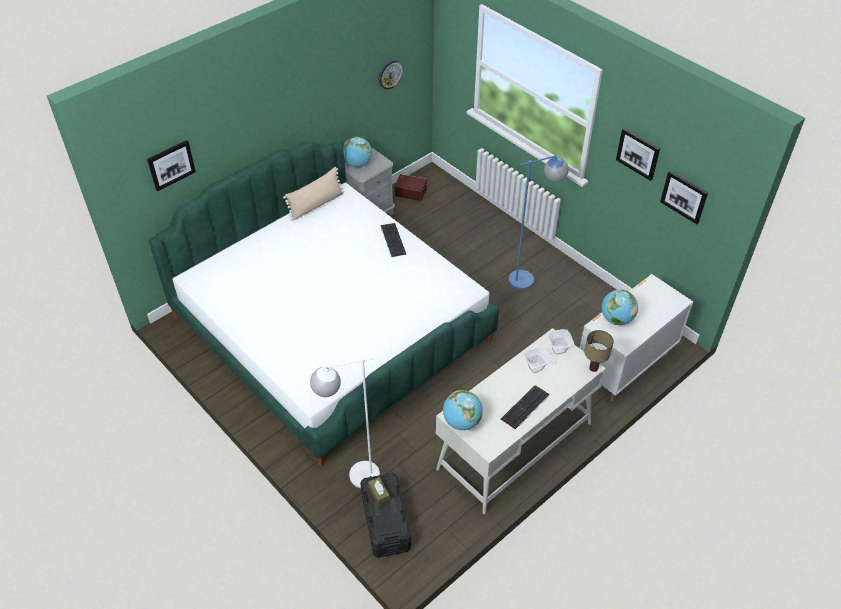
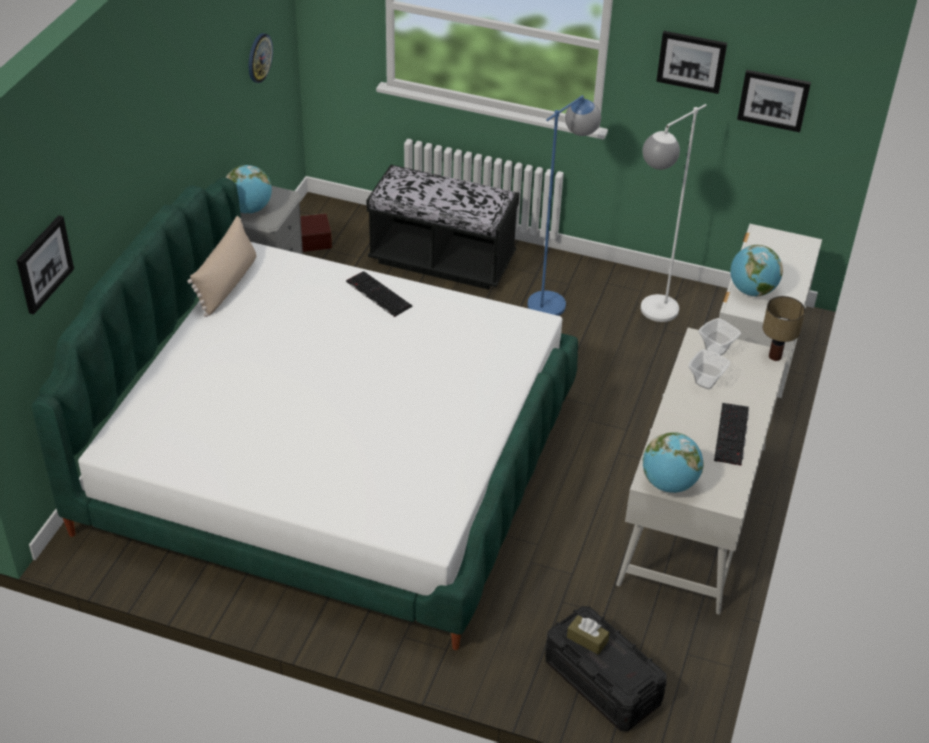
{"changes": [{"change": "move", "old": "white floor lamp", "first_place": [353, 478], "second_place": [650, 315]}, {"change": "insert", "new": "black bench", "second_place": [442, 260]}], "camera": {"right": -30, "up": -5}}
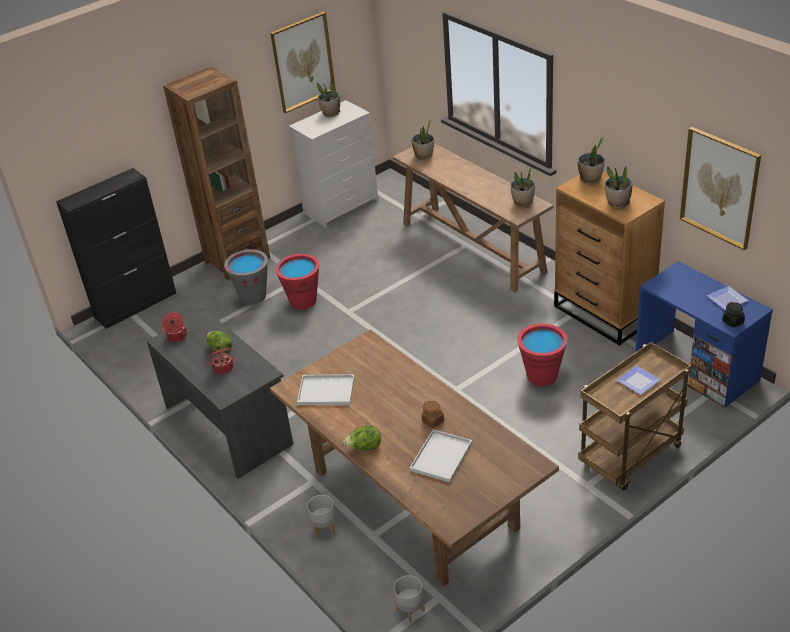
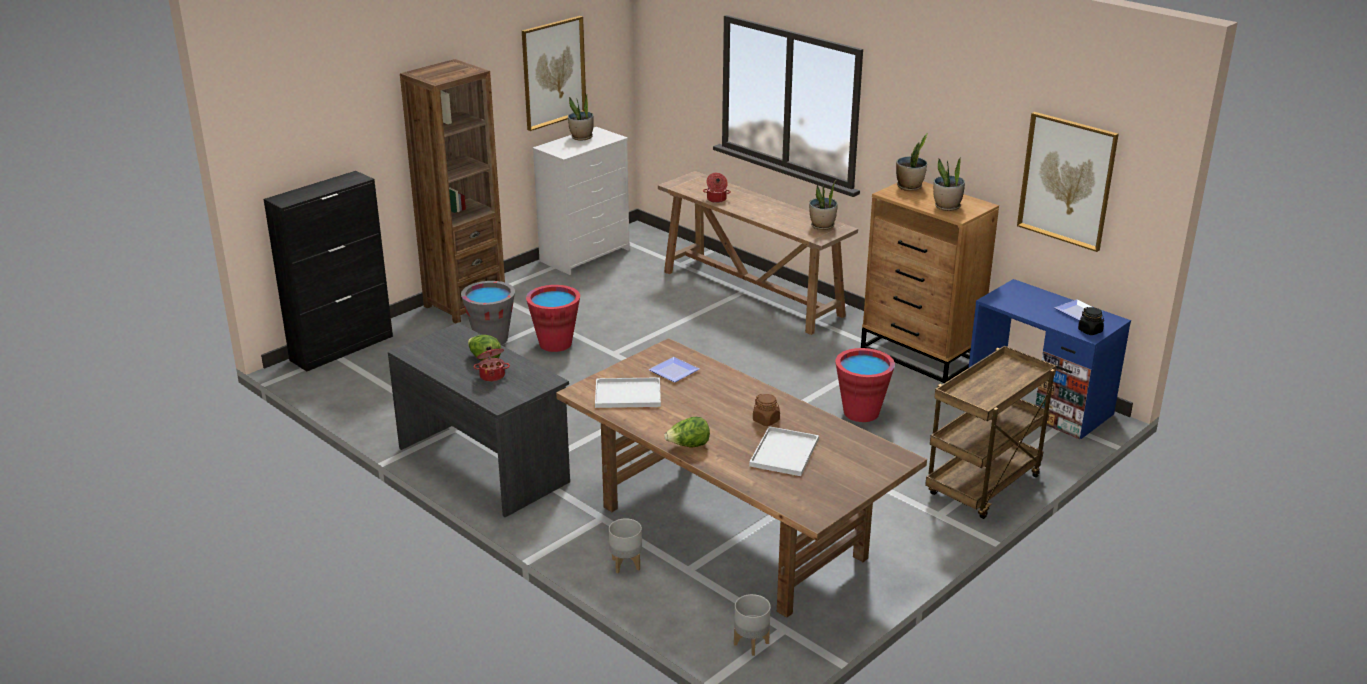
{"changes": [{"change": "move", "old": "cooking pot", "first_place": [177, 336], "second_place": [716, 199]}, {"change": "delete", "old": "potted plant", "first_place": [424, 156]}, {"change": "move", "old": "plate", "first_place": [638, 380], "second_place": [674, 370]}], "camera": {"right": -10, "up": -10}}
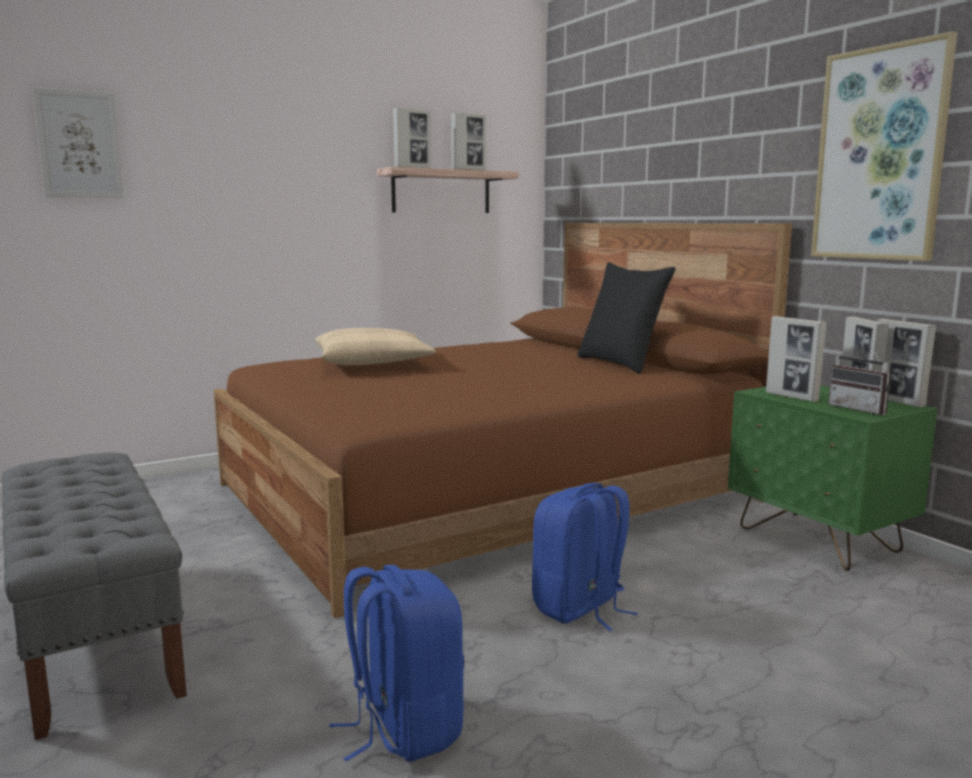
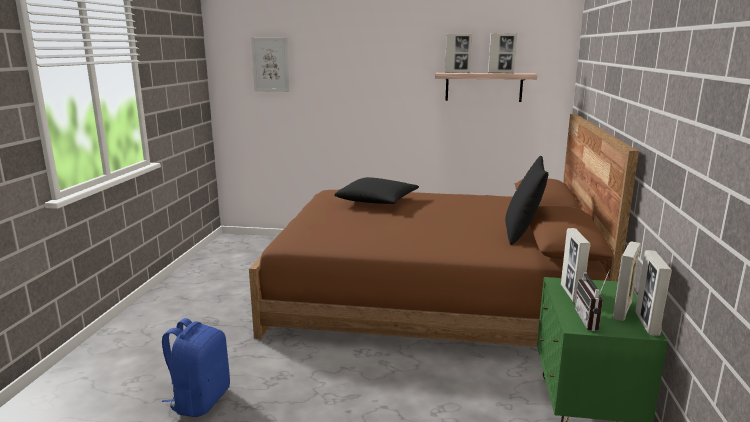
{"changes": [{"change": "delete", "old": "grey bench", "first_place": [93, 634]}, {"change": "recolor", "old": "beige pillow", "new": "black pillow", "first_place": [373, 362], "second_place": [377, 200]}, {"change": "delete", "old": "blue backpack", "first_place": [580, 608]}, {"change": "delete", "old": "picture", "first_place": [880, 154]}], "camera": {"right": 40, "up": 5}}
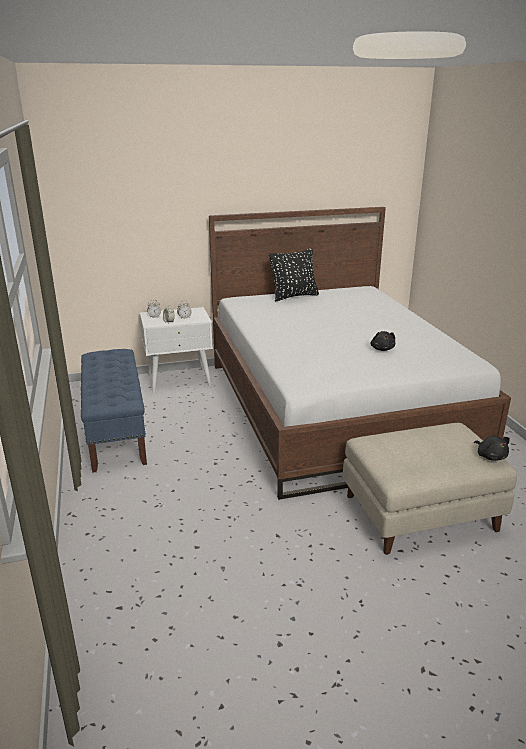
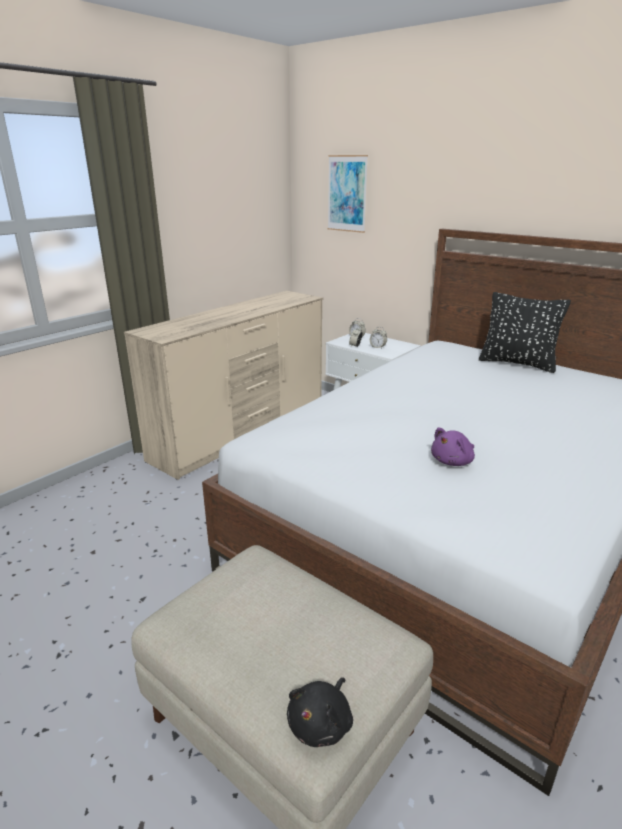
{"changes": [{"change": "replace", "old": "blue bench", "new": "beige dresser", "first_place": [116, 432], "second_place": [243, 432]}, {"change": "recolor", "old": "black plush toy", "new": "purple plush toy", "first_place": [382, 349], "second_place": [453, 461]}, {"change": "insert", "new": "picture", "second_place": [347, 194]}], "camera": {"right": 55, "up": 0}}
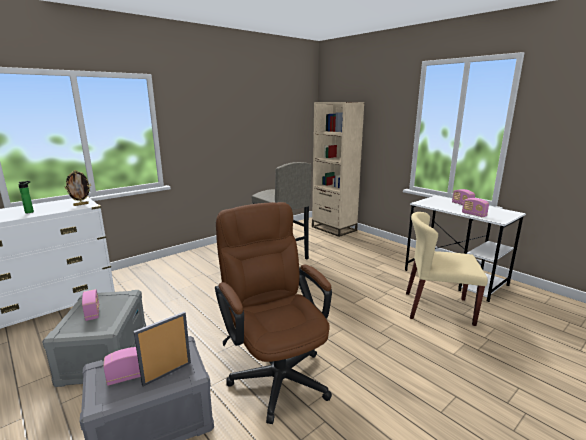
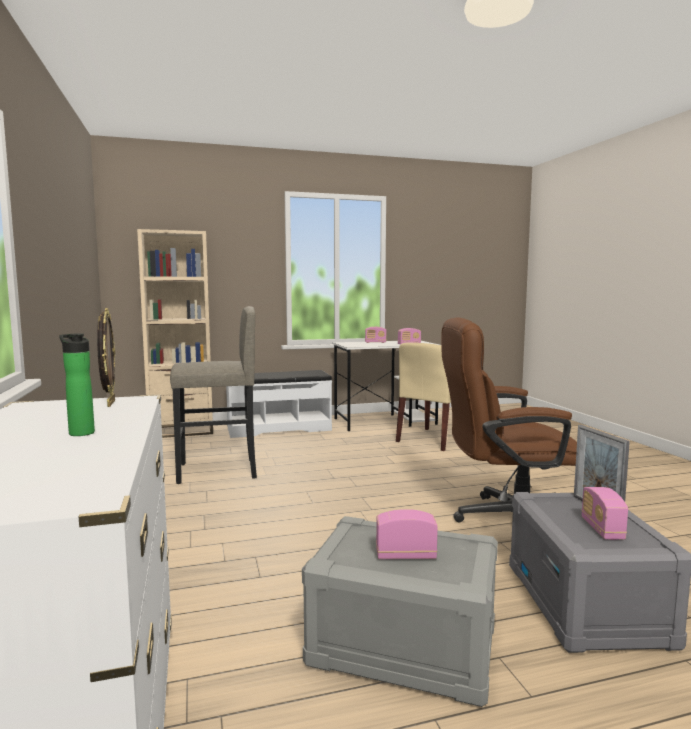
{"changes": [{"change": "insert", "new": "white bench", "second_place": [278, 428]}], "camera": {"right": -65, "up": -10}}
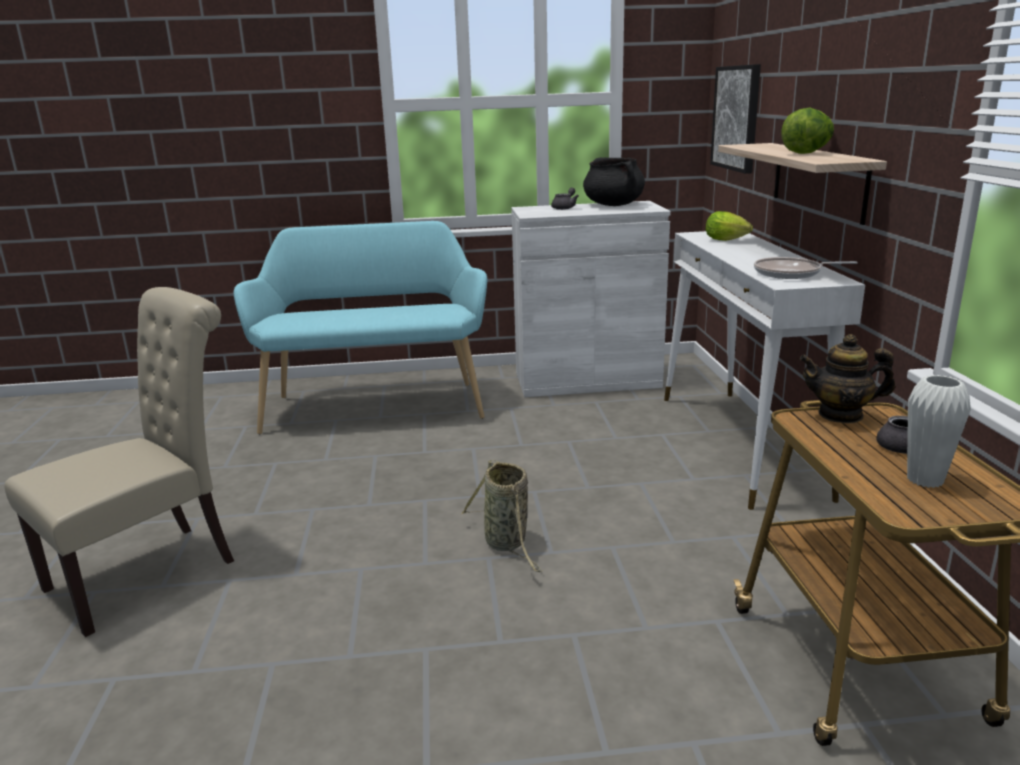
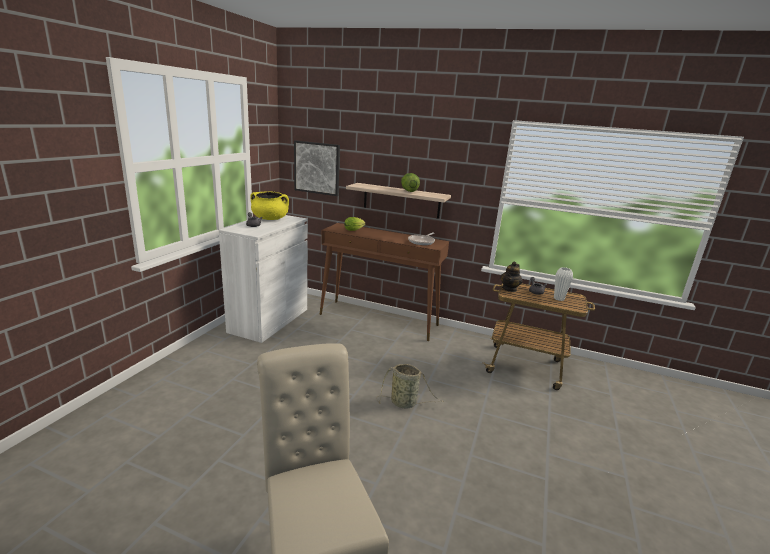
{"changes": [{"change": "delete", "old": "turquoise bench", "first_place": [375, 404]}, {"change": "recolor", "old": "black cooking pot", "new": "yellow cooking pot", "first_place": [614, 205], "second_place": [270, 219]}, {"change": "recolor", "old": "white console table", "new": "brown console table", "first_place": [739, 444], "second_place": [379, 320]}], "camera": {"right": -65, "up": 0}}
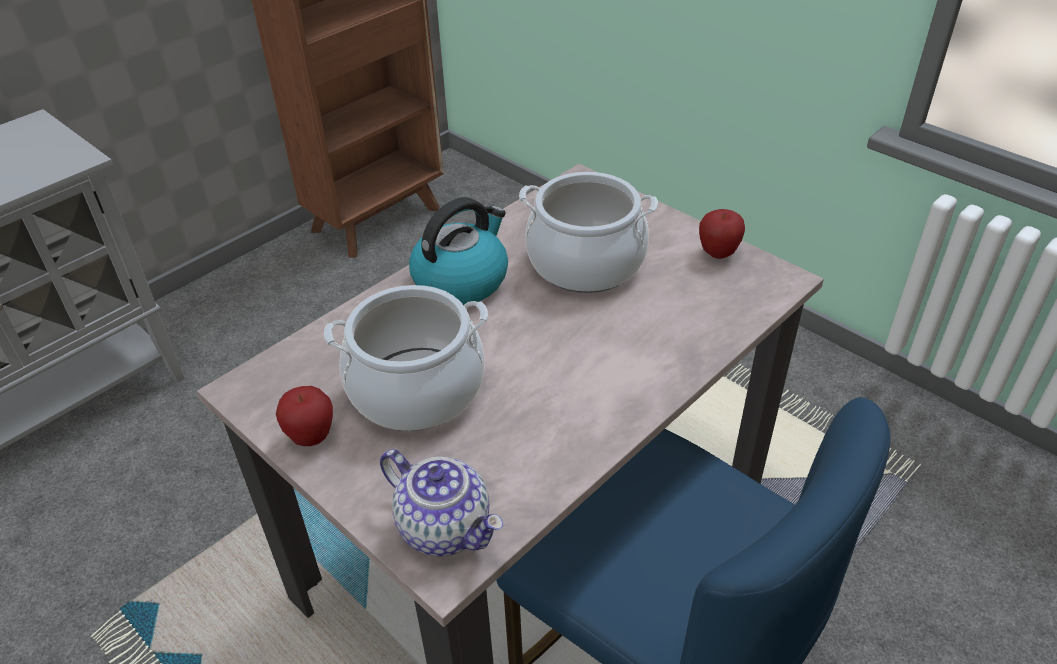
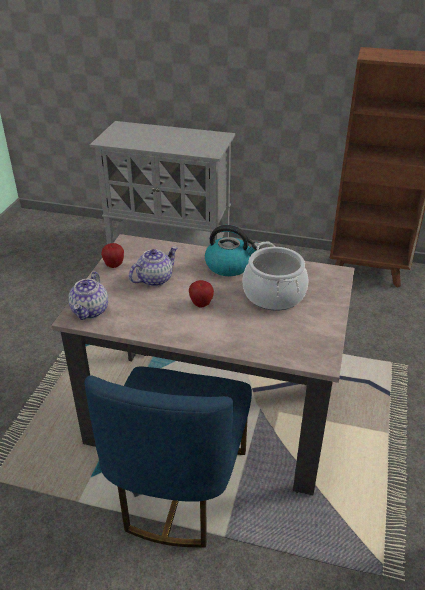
{"changes": [{"change": "replace", "old": "cooking pot", "new": "teapot", "first_place": [417, 389], "second_place": [155, 279]}, {"change": "move", "old": "apple", "first_place": [718, 253], "second_place": [201, 304]}], "camera": {"right": 60, "up": -5}}
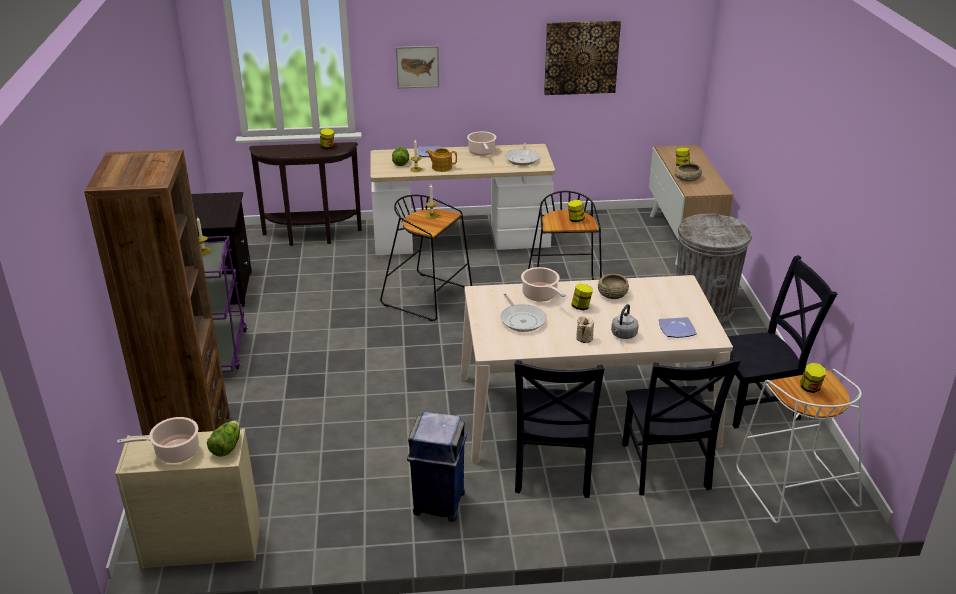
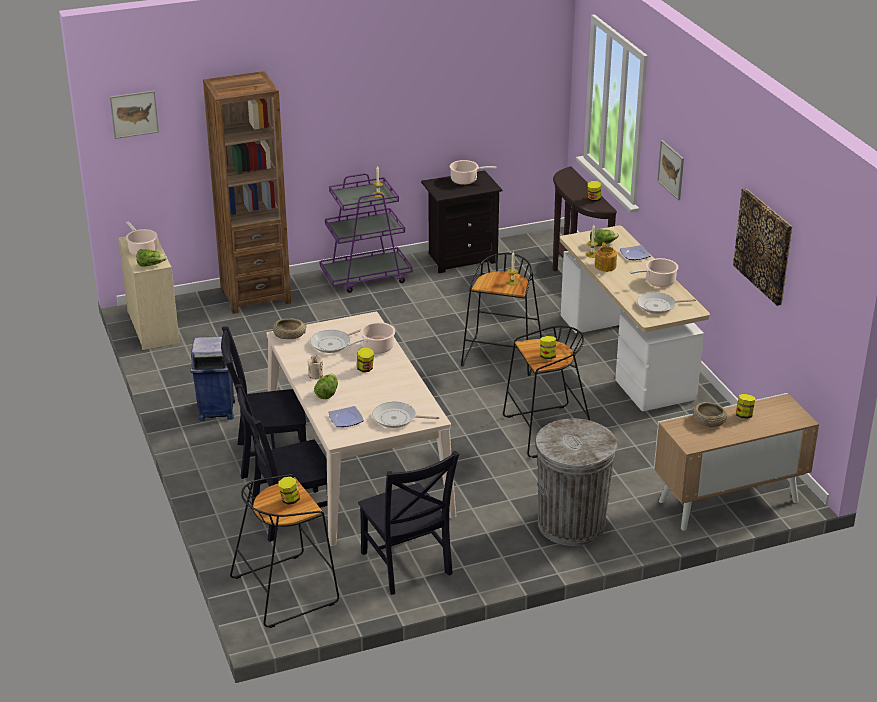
{"changes": [{"change": "move", "old": "beige bowl", "first_place": [612, 293], "second_place": [289, 335]}, {"change": "replace", "old": "grey kettle", "new": "lettuce", "first_place": [623, 335], "second_place": [327, 393]}, {"change": "recolor", "old": "white stool", "new": "black stool", "first_place": [793, 487], "second_place": [286, 589]}, {"change": "insert", "new": "picture", "second_place": [134, 114]}, {"change": "insert", "new": "frying pan", "second_place": [397, 418]}, {"change": "insert", "new": "cooking pot", "second_place": [466, 180]}], "camera": {"right": 75, "up": 0}}
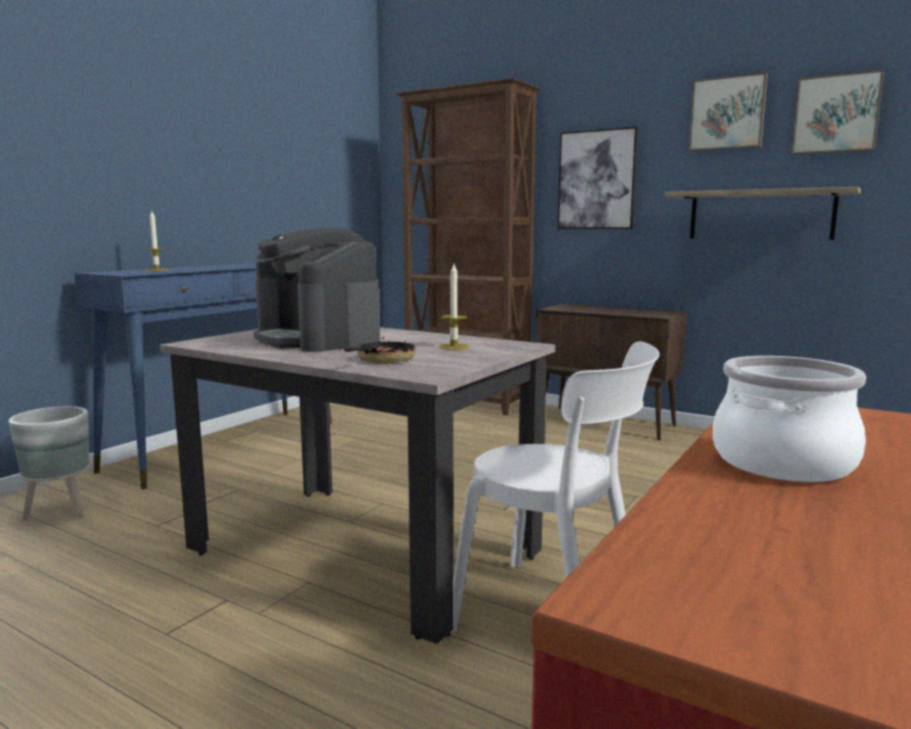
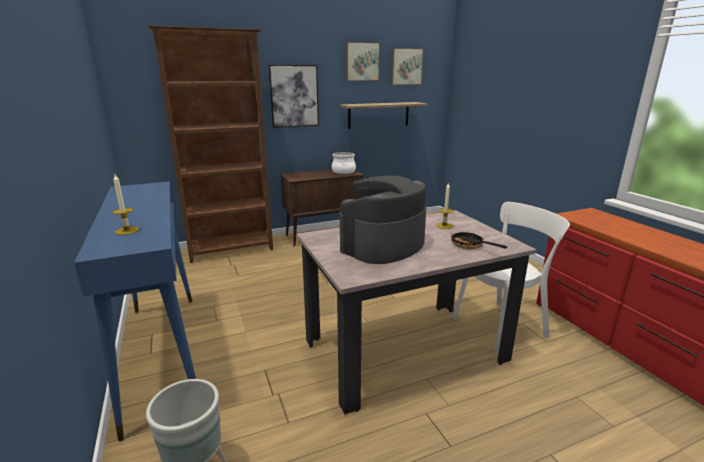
{"changes": [{"change": "rotate", "old": "coffee machine", "first_place": [318, 339], "second_place": [383, 245], "degrees": 135}, {"change": "move", "old": "cooking pot", "first_place": [784, 463], "second_place": [344, 171]}], "camera": {"right": -55, "up": 10}}
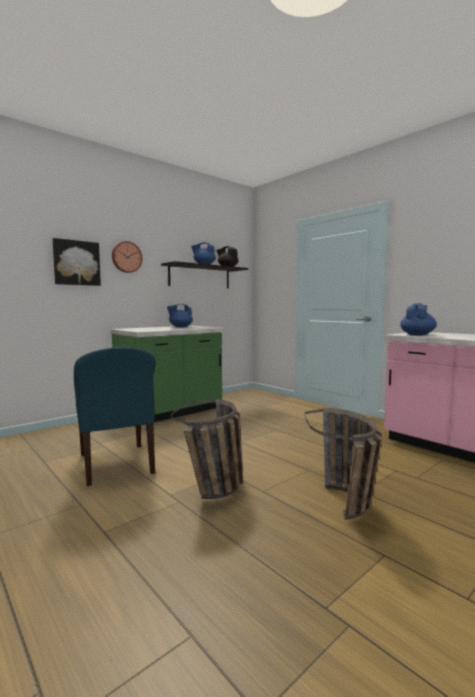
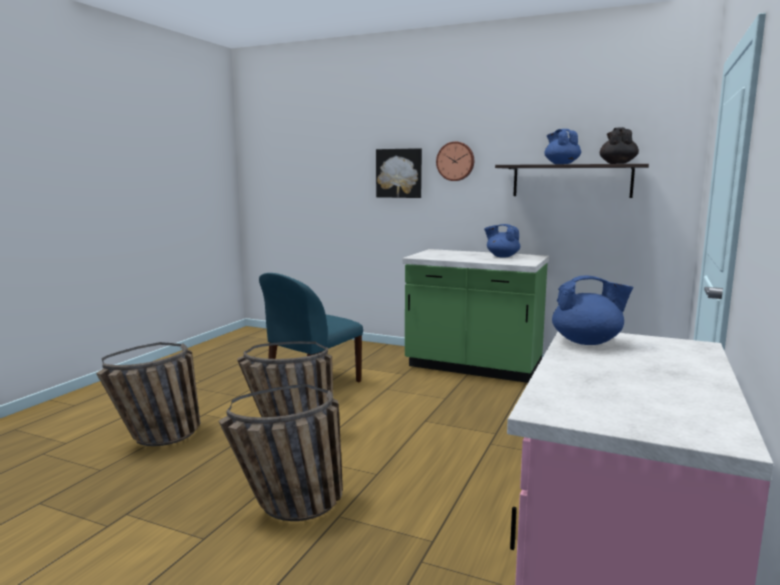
{"changes": [{"change": "insert", "new": "basket", "second_place": [158, 440]}], "camera": {"right": 65, "up": 5}}
